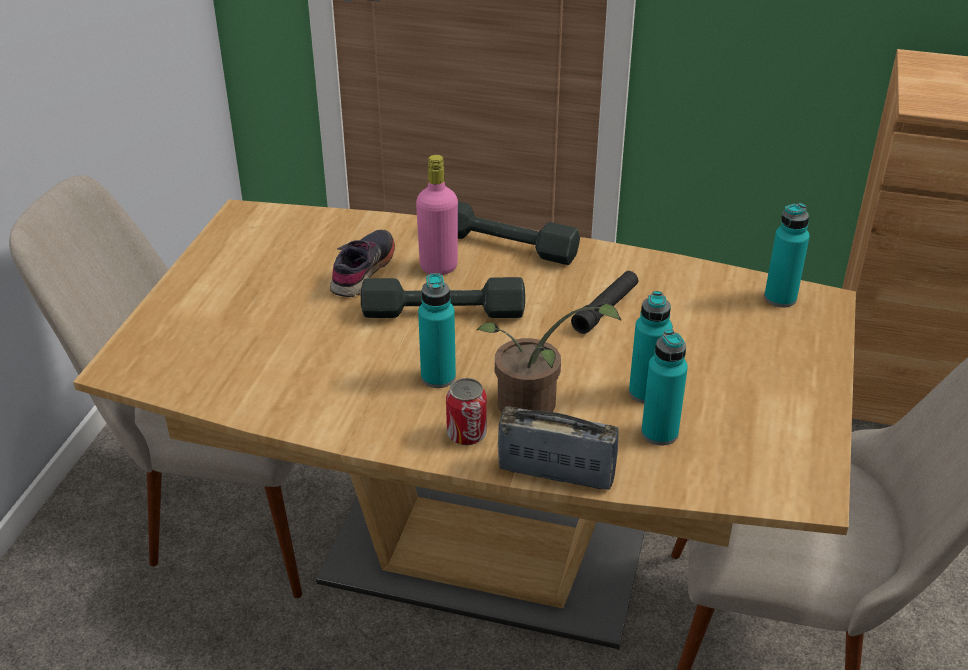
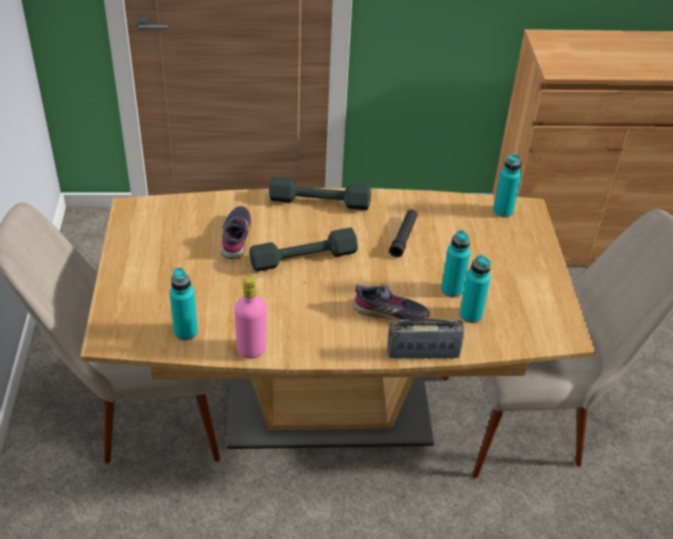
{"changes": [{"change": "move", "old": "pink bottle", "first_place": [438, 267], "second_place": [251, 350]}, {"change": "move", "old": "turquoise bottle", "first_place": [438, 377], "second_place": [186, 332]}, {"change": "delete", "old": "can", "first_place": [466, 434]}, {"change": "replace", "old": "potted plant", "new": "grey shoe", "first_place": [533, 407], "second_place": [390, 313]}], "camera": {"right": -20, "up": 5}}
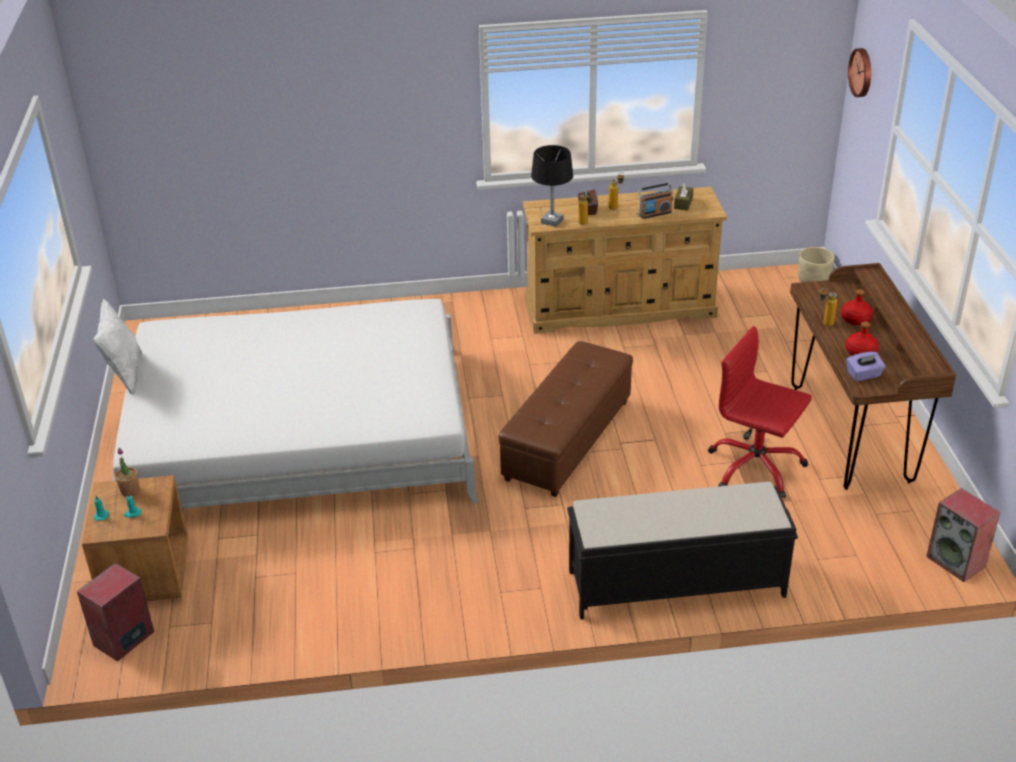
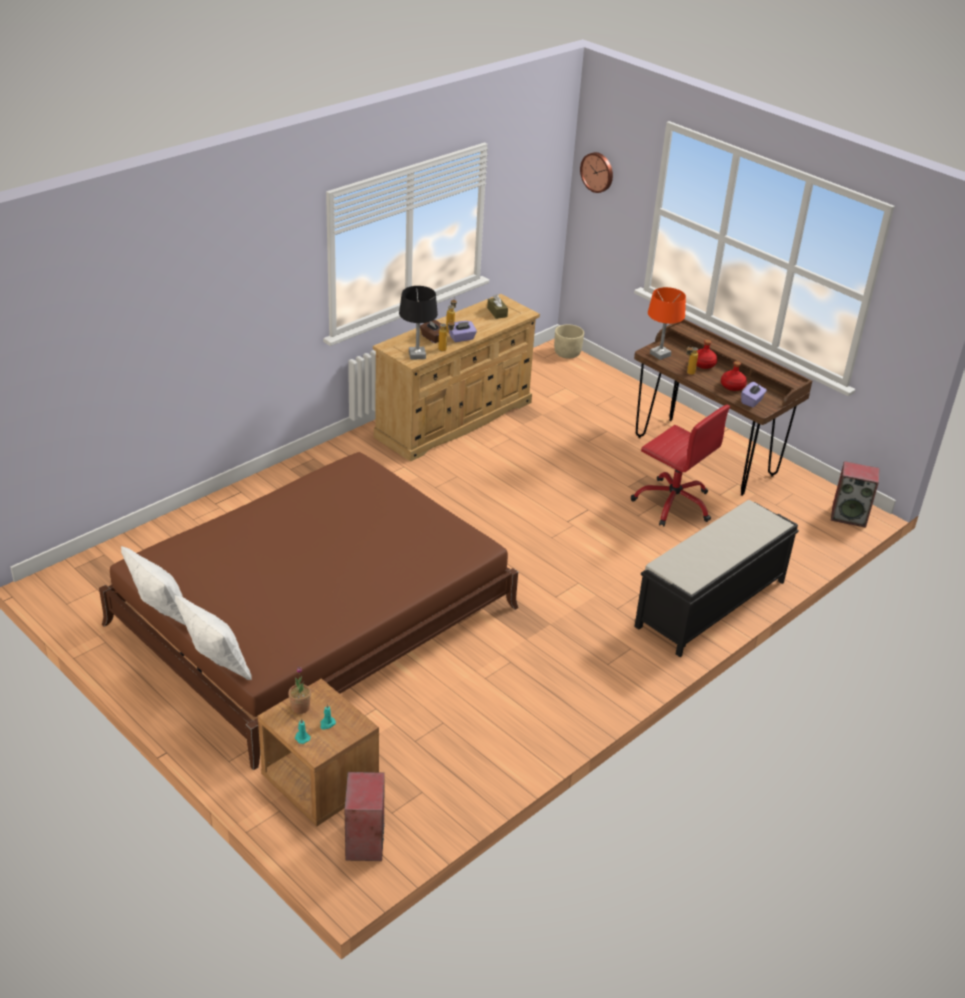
{"changes": [{"change": "recolor", "old": "white bed", "new": "brown bed", "first_place": [299, 435], "second_place": [314, 616]}, {"change": "delete", "old": "brown ottoman", "first_place": [568, 440]}, {"change": "delete", "old": "radio", "first_place": [655, 213]}, {"change": "rotate", "old": "red office chair", "first_place": [755, 468], "second_place": [673, 503], "degrees": -135}, {"change": "insert", "new": "white pillow", "second_place": [216, 666]}, {"change": "insert", "new": "purple tissue box", "second_place": [462, 338]}, {"change": "insert", "new": "orange table lamp", "second_place": [660, 355]}], "camera": {"right": -40, "up": 0}}
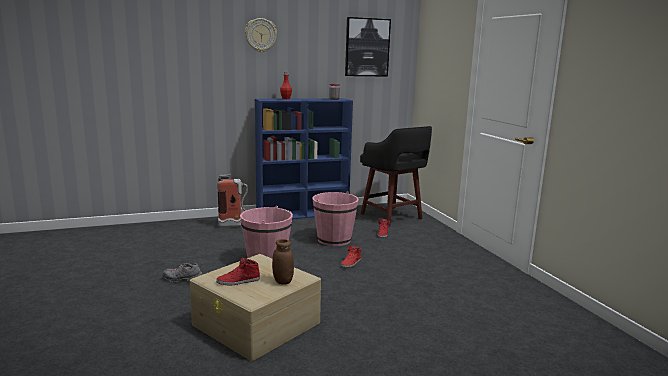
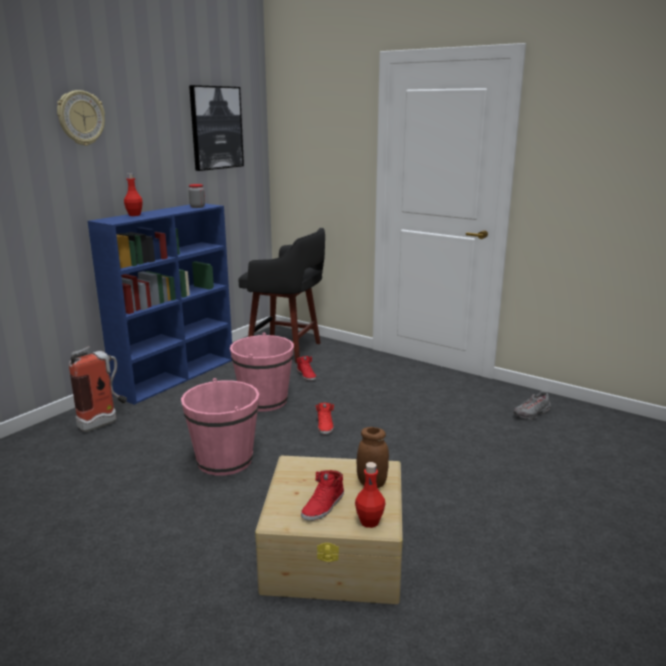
{"changes": [{"change": "move", "old": "grey shoe", "first_place": [183, 279], "second_place": [532, 414]}, {"change": "insert", "new": "red bottle", "second_place": [369, 522]}], "camera": {"right": -35, "up": 5}}
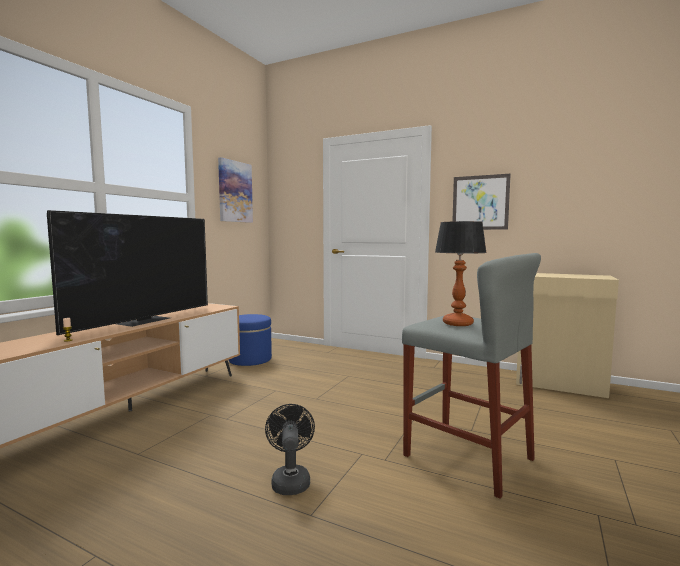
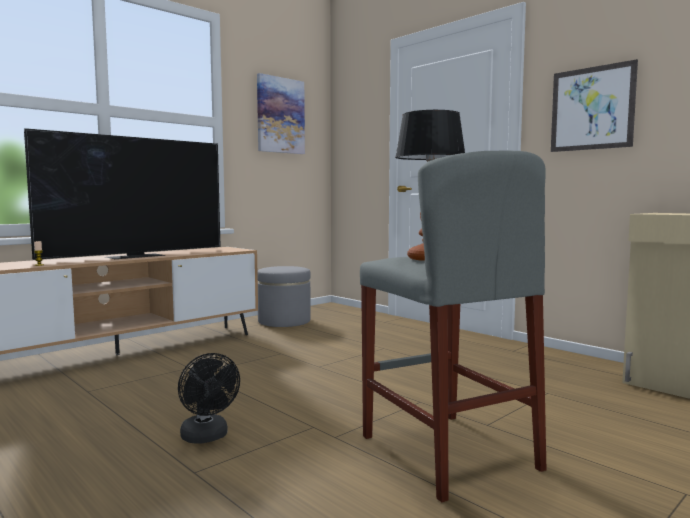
{"changes": [{"change": "recolor", "old": "blue ottoman", "new": "grey ottoman", "first_place": [250, 359], "second_place": [284, 321]}, {"change": "rotate", "old": "black fan", "first_place": [290, 480], "second_place": [207, 437], "degrees": 135}], "camera": {"right": 20, "up": 0}}
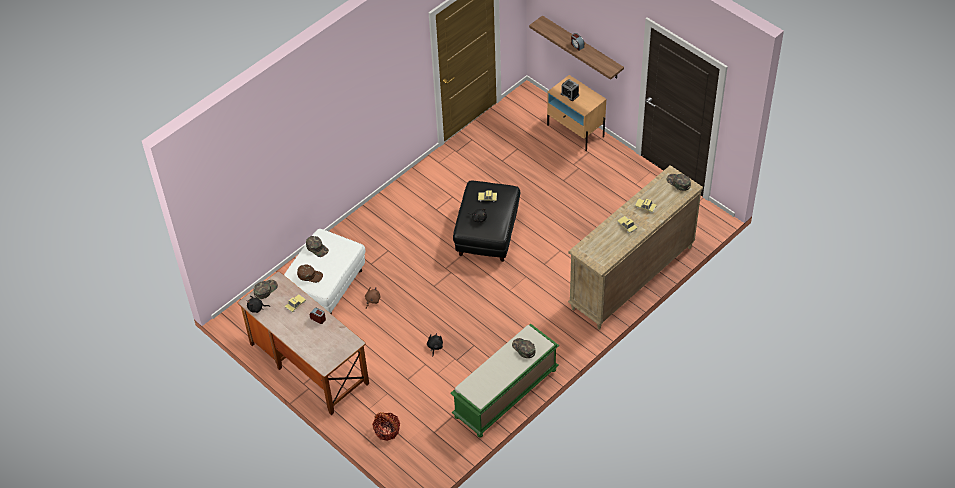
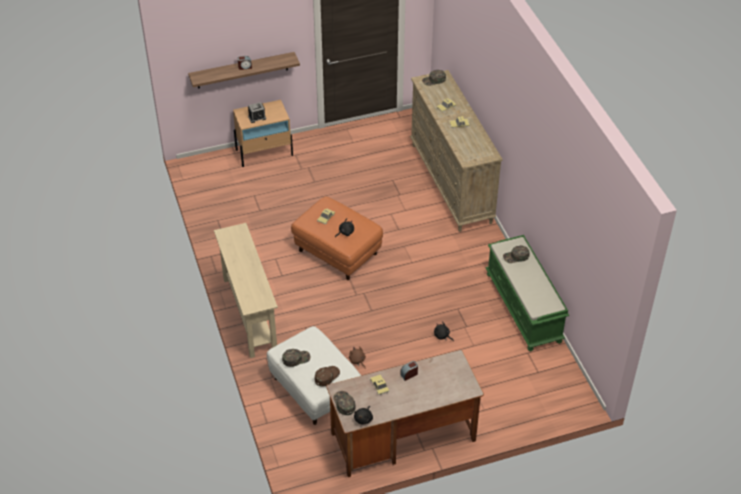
{"changes": [{"change": "delete", "old": "basket", "first_place": [387, 430]}, {"change": "recolor", "old": "black ottoman", "new": "orange ottoman", "first_place": [487, 234], "second_place": [338, 252]}, {"change": "insert", "new": "beige console table", "second_place": [249, 314]}], "camera": {"right": -65, "up": -5}}
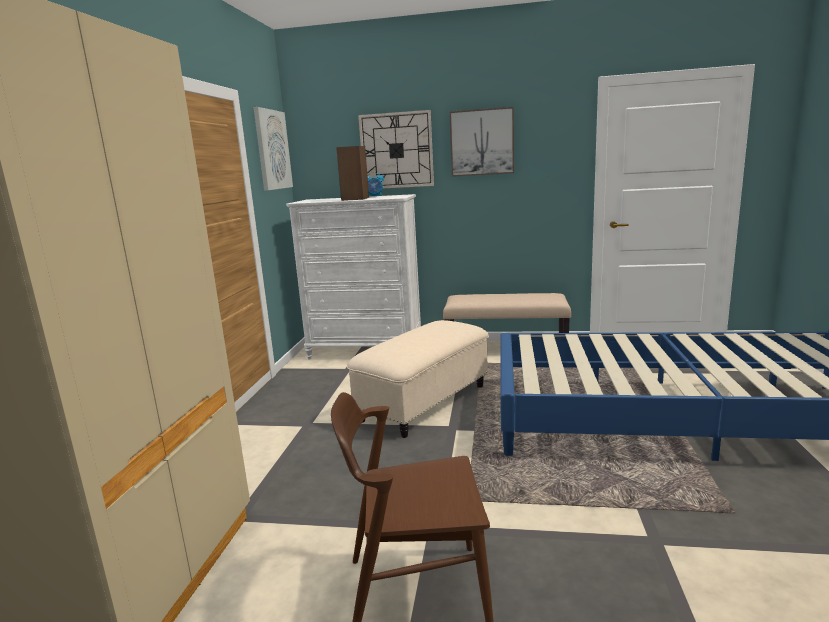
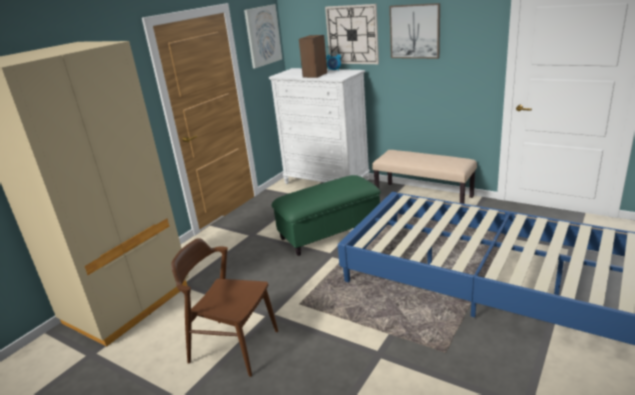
{"changes": [{"change": "recolor", "old": "beige ottoman", "new": "green ottoman", "first_place": [425, 403], "second_place": [329, 233]}], "camera": {"right": 25, "up": 10}}
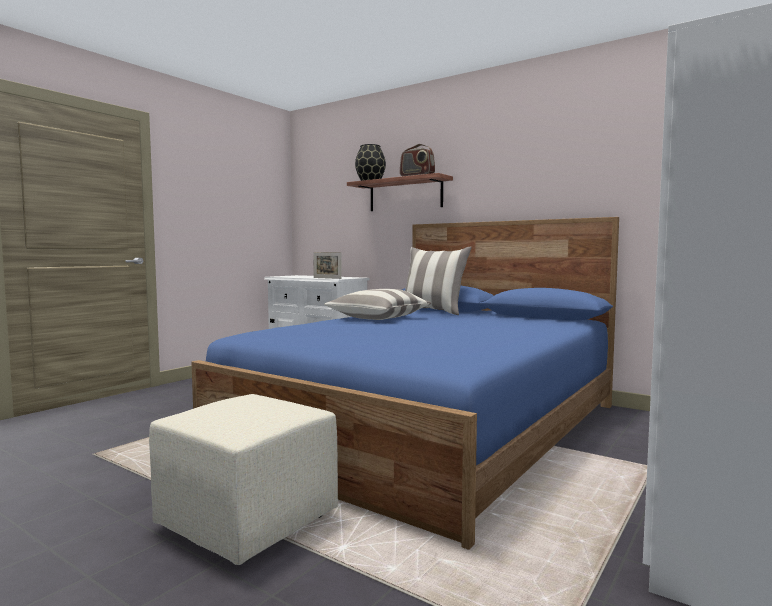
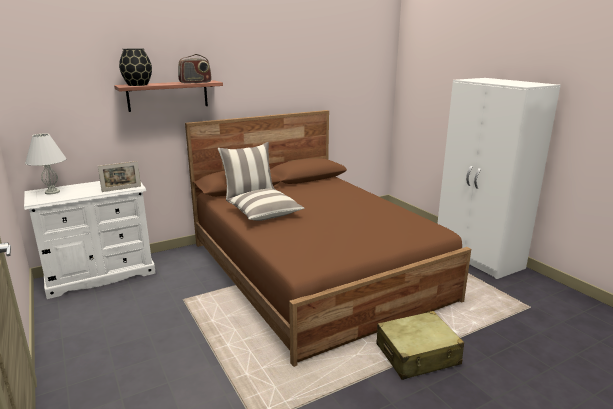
{"changes": [{"change": "replace", "old": "beige ottoman", "new": "beige suitcase", "first_place": [250, 522], "second_place": [417, 355]}, {"change": "recolor", "old": "blue bed", "new": "brown bed", "first_place": [432, 426], "second_place": [314, 269]}, {"change": "insert", "new": "white table lamp", "second_place": [52, 192]}], "camera": {"right": -65, "up": 15}}
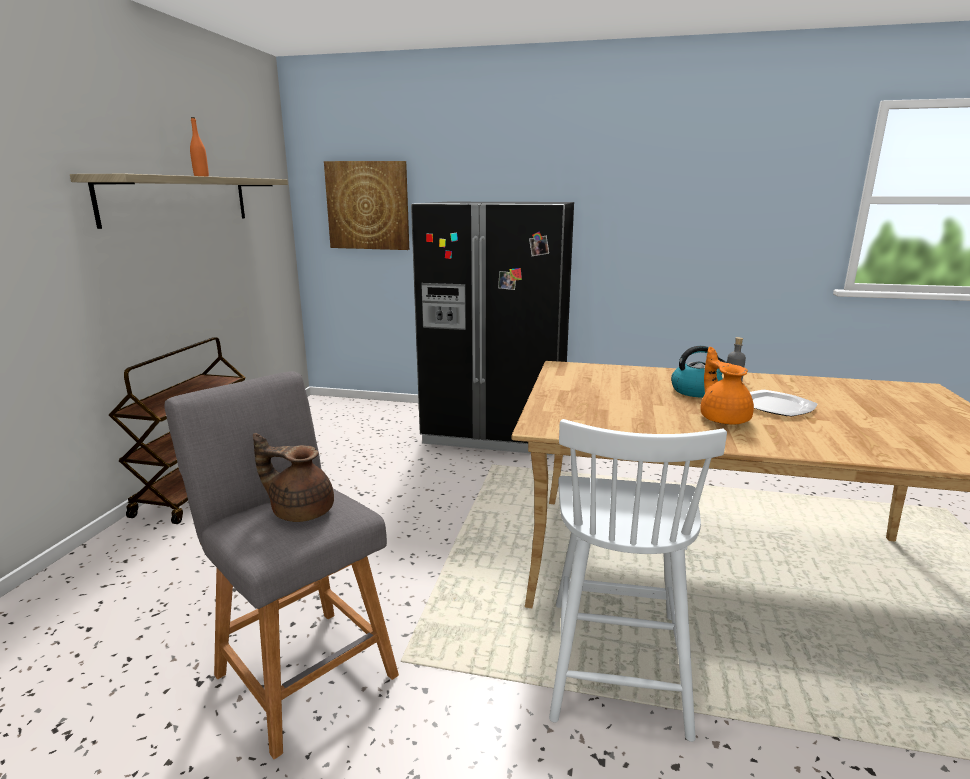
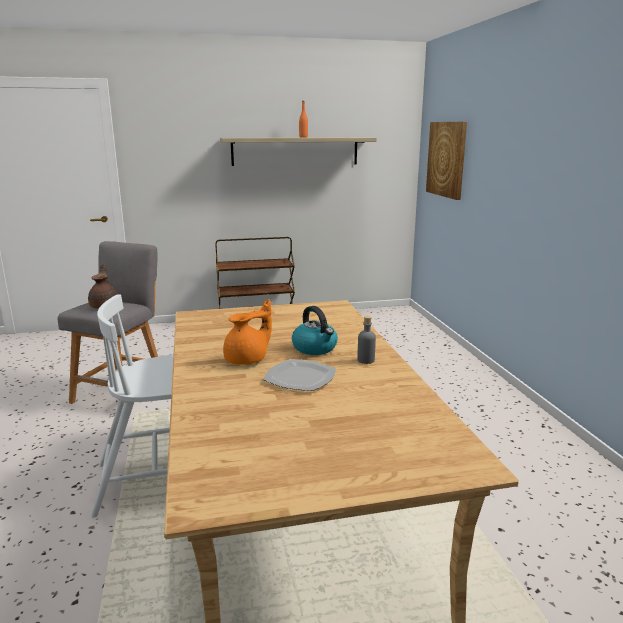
{"changes": [{"change": "delete", "old": "black fridge", "first_place": [496, 430]}], "camera": {"right": 65, "up": 0}}
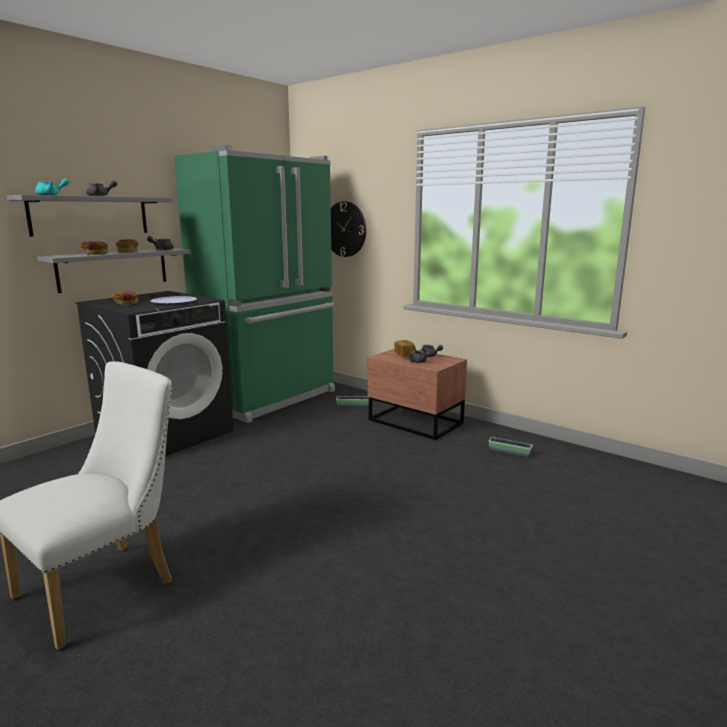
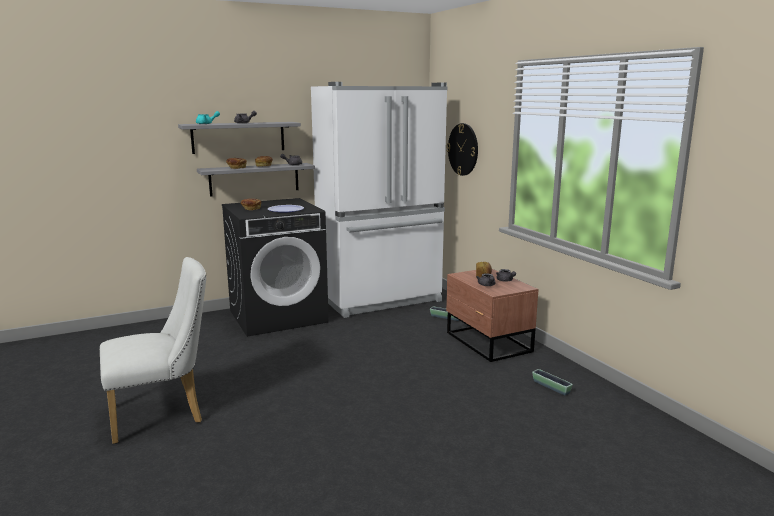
{"changes": [{"change": "recolor", "old": "green fridge", "new": "white fridge", "first_place": [270, 398], "second_place": [381, 299]}], "camera": {"right": 25, "up": 0}}
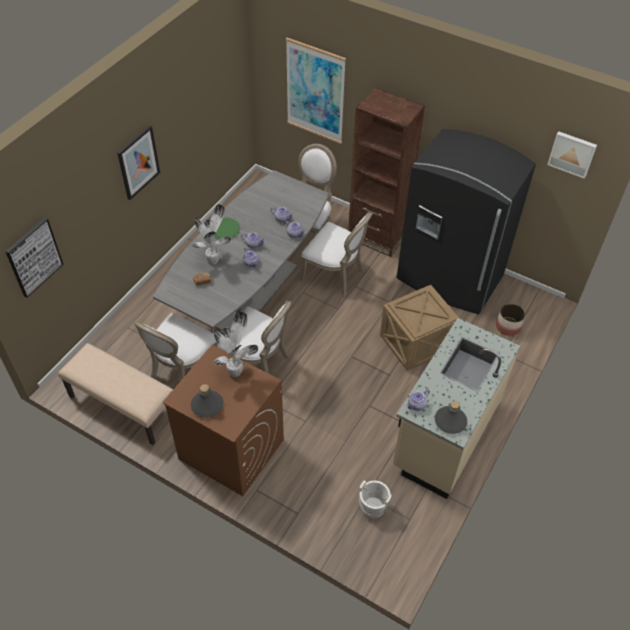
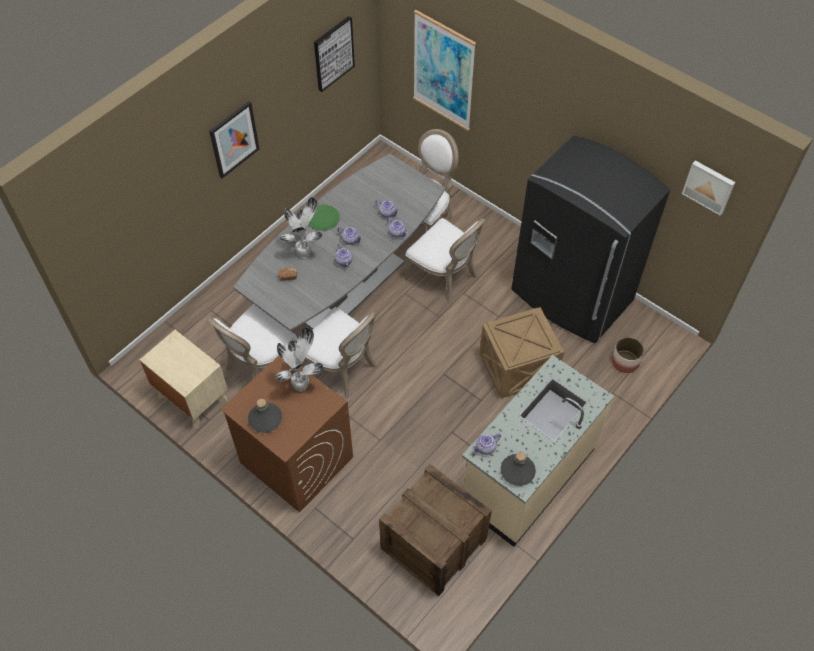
{"changes": [{"change": "move", "old": "picture", "first_place": [34, 257], "second_place": [333, 53]}, {"change": "replace", "old": "beige bench", "new": "beige nightstand", "first_place": [122, 406], "second_place": [192, 397]}, {"change": "delete", "old": "brown bookcase", "first_place": [377, 237]}, {"change": "replace", "old": "white bucket", "new": "crate", "first_place": [373, 507], "second_place": [433, 544]}], "camera": {"right": 10, "up": 5}}
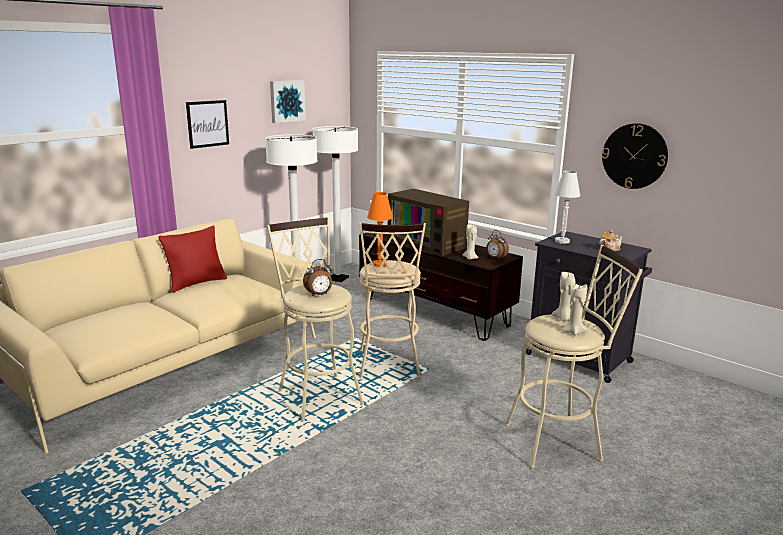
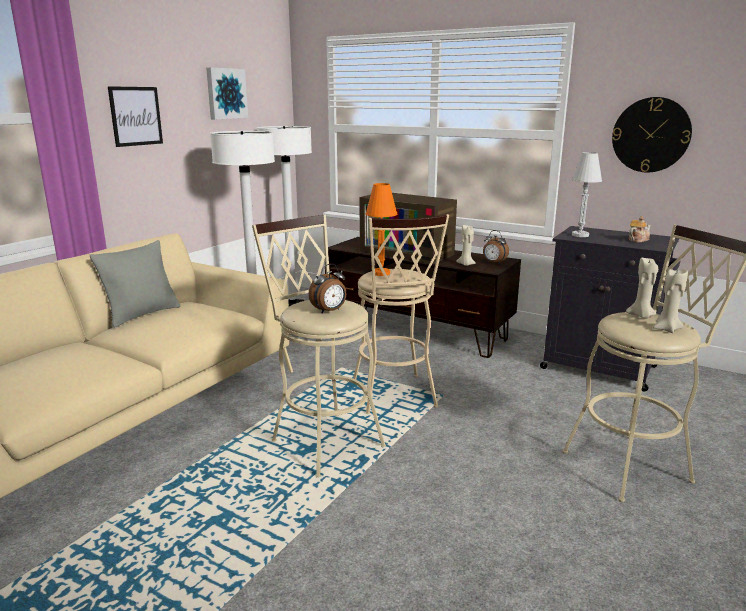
{"changes": [{"change": "recolor", "old": "red pillow", "new": "grey pillow", "first_place": [196, 283], "second_place": [142, 315]}], "camera": {"right": -10, "up": 0}}
